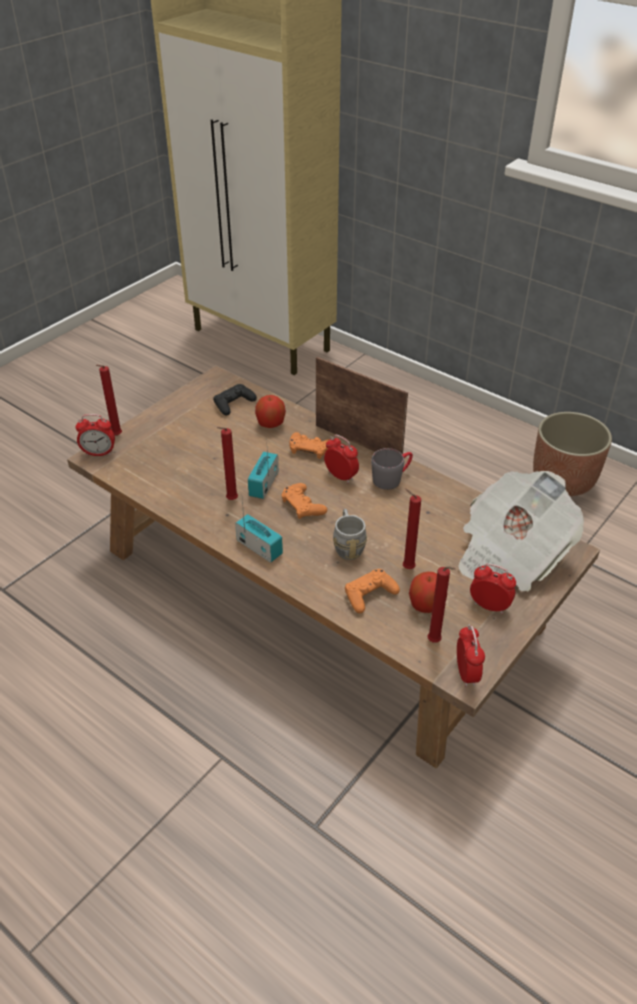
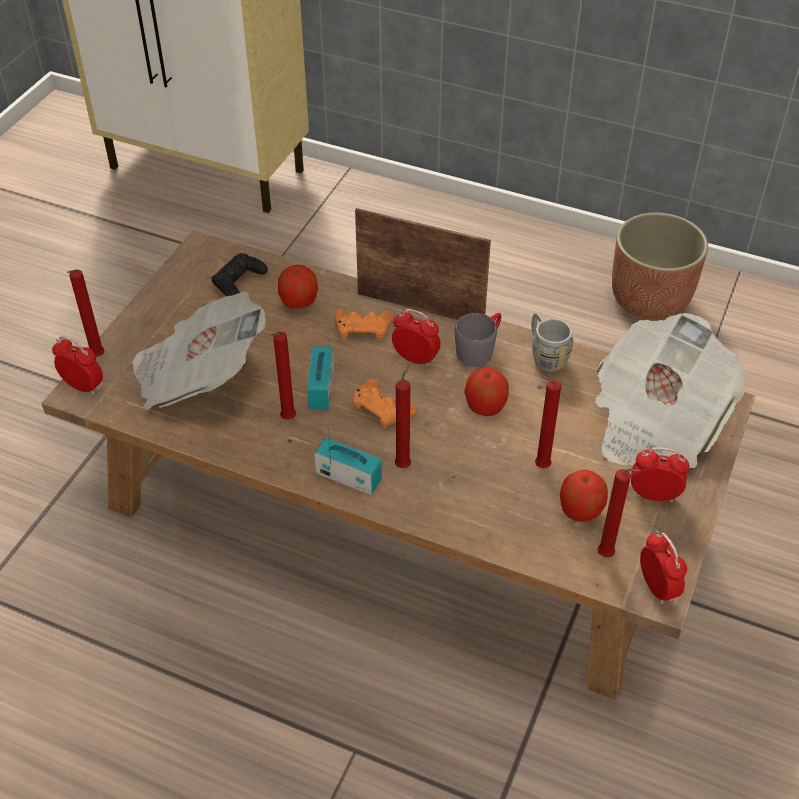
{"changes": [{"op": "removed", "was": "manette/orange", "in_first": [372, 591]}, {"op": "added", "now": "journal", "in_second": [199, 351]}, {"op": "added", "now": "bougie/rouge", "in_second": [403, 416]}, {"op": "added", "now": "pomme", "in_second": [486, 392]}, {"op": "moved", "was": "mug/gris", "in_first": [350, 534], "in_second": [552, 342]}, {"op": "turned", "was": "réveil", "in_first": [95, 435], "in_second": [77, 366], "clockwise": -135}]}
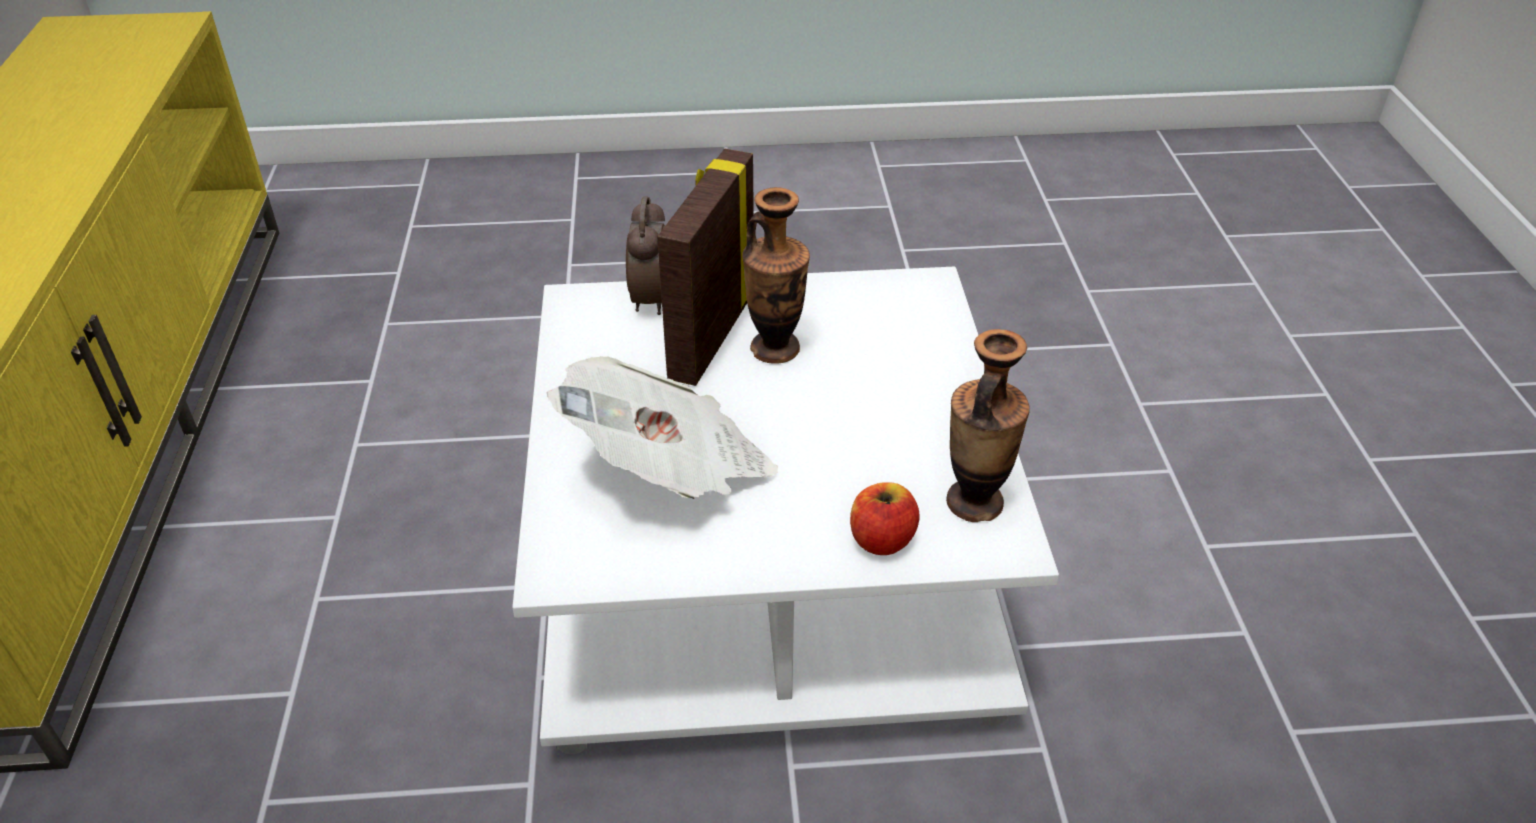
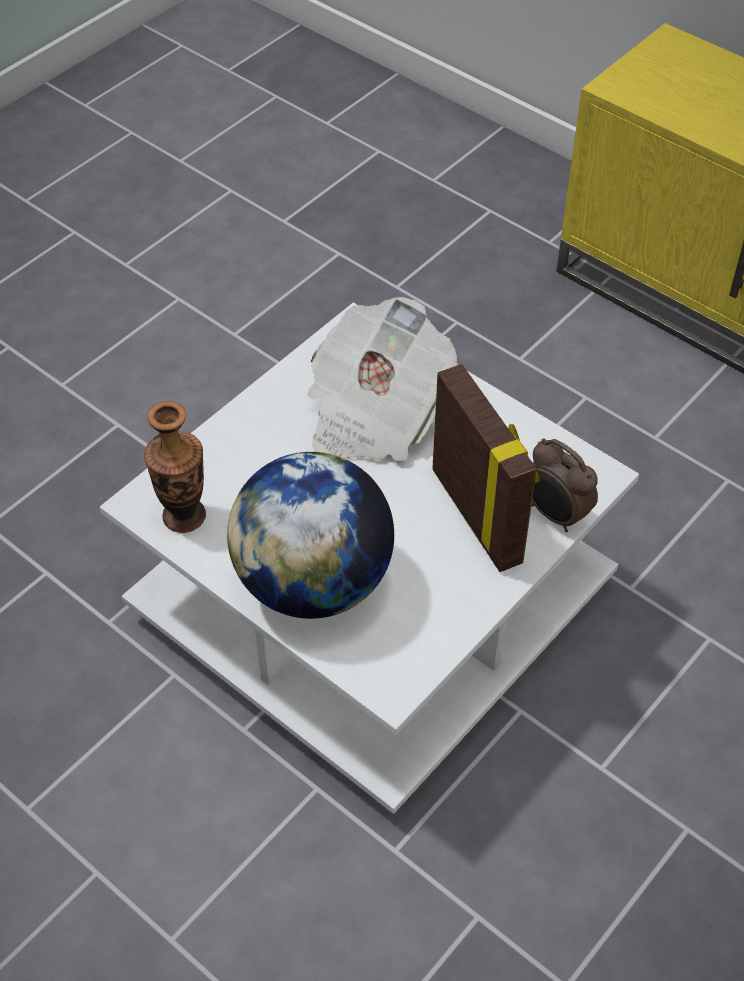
{"changes": [{"op": "removed", "was": "vase", "in_first": [776, 275]}, {"op": "removed", "was": "pomme", "in_first": [885, 518]}, {"op": "added", "now": "globe", "in_second": [310, 535]}]}
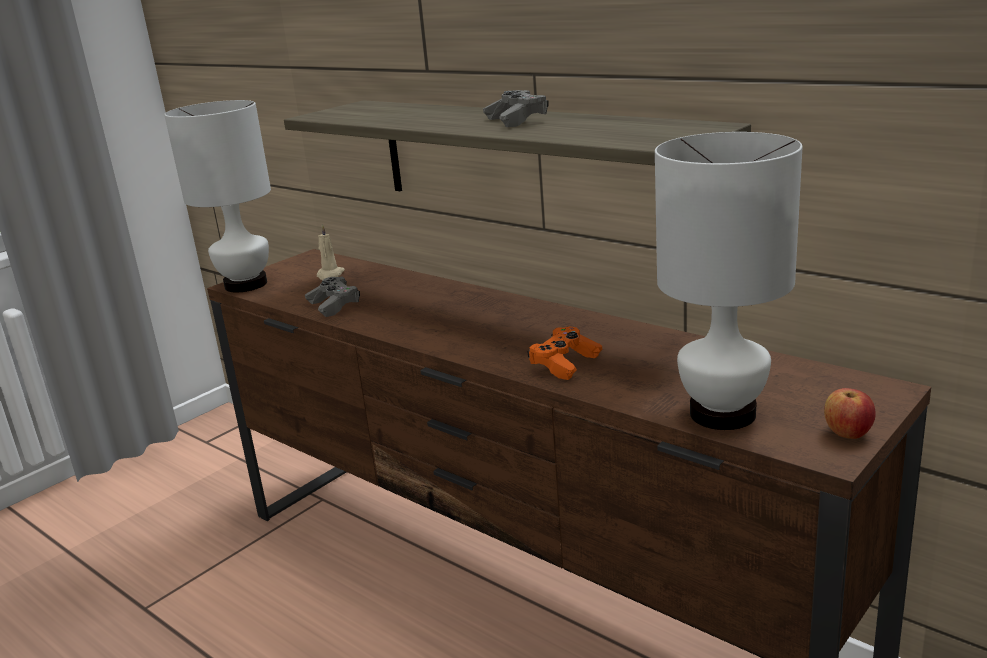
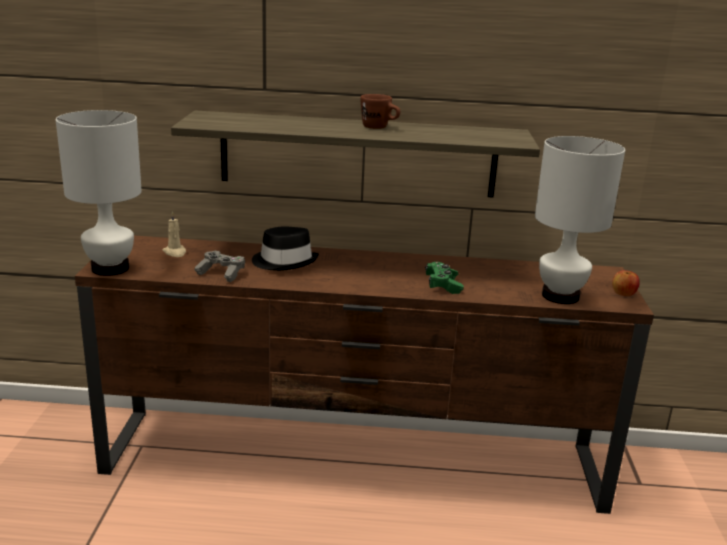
{"changes": [{"op": "added", "now": "chapeau/noir", "in_second": [285, 249]}, {"op": "replaced", "was": "manette/gris", "now": "mug/marron", "in_first": [516, 108], "in_second": [380, 111]}, {"op": "recoloured", "was": "manette/orange", "now": "manette/vert", "in_first": [564, 353], "in_second": [444, 278]}]}
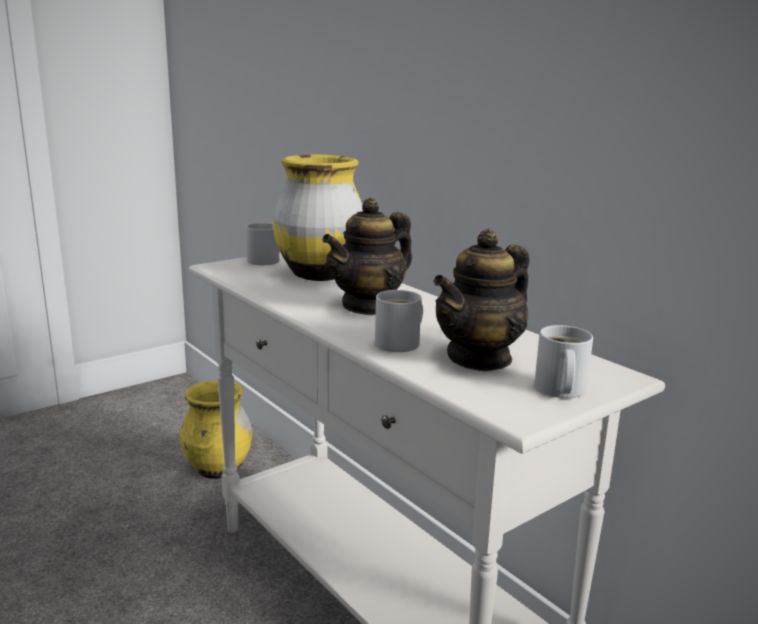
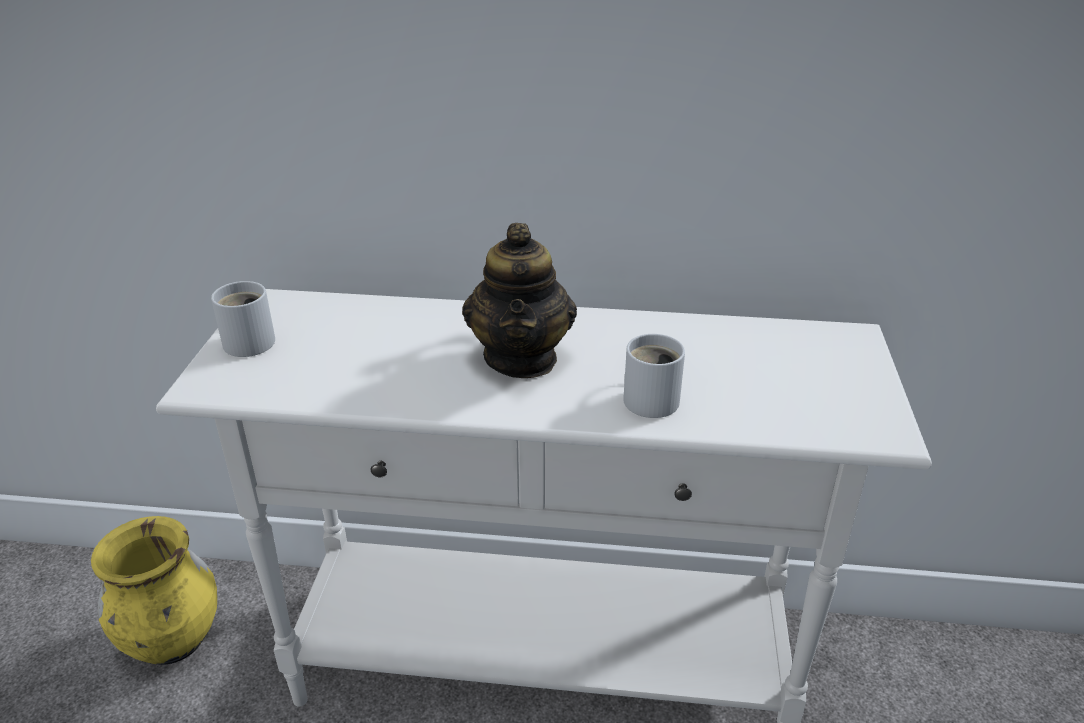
{"changes": [{"op": "removed", "was": "vase/jaune", "in_first": [318, 218]}, {"op": "removed", "was": "théière", "in_first": [481, 300]}, {"op": "removed", "was": "mug/blanc", "in_first": [563, 361]}]}
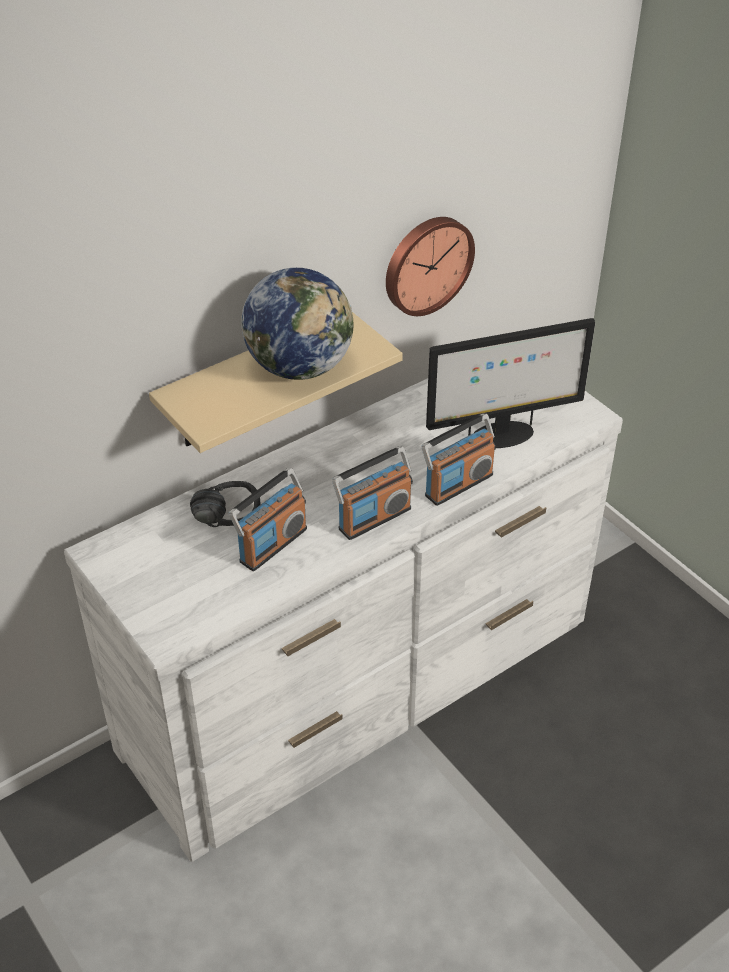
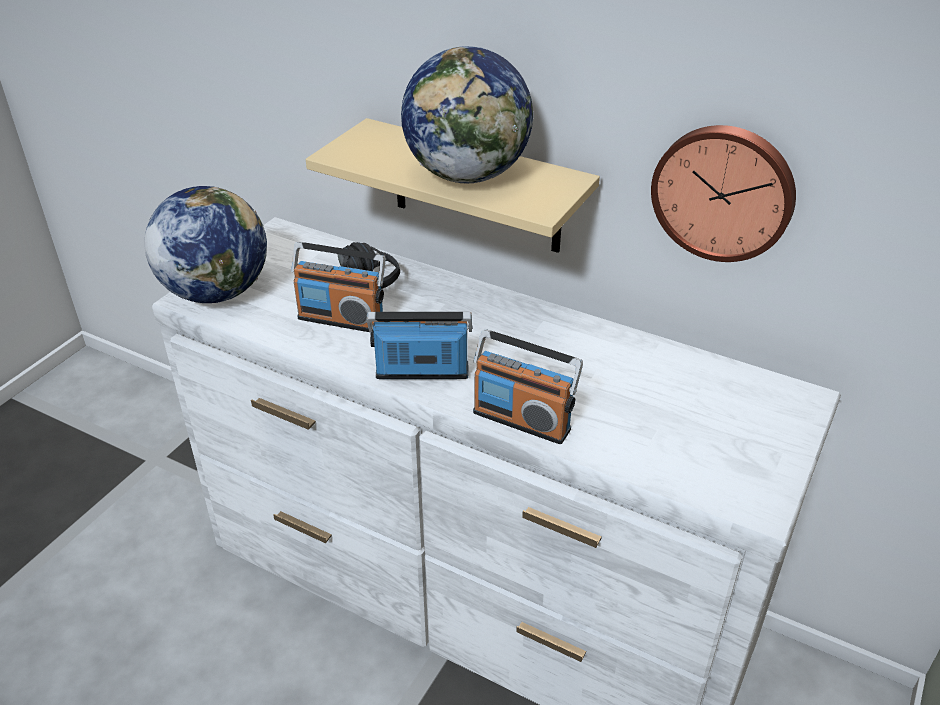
{"changes": [{"op": "removed", "was": "écran d'ordinateur", "in_first": [510, 383]}, {"op": "added", "now": "globe", "in_second": [205, 244]}, {"op": "turned", "was": "radio", "in_first": [372, 493], "in_second": [420, 345], "clockwise": 150}]}
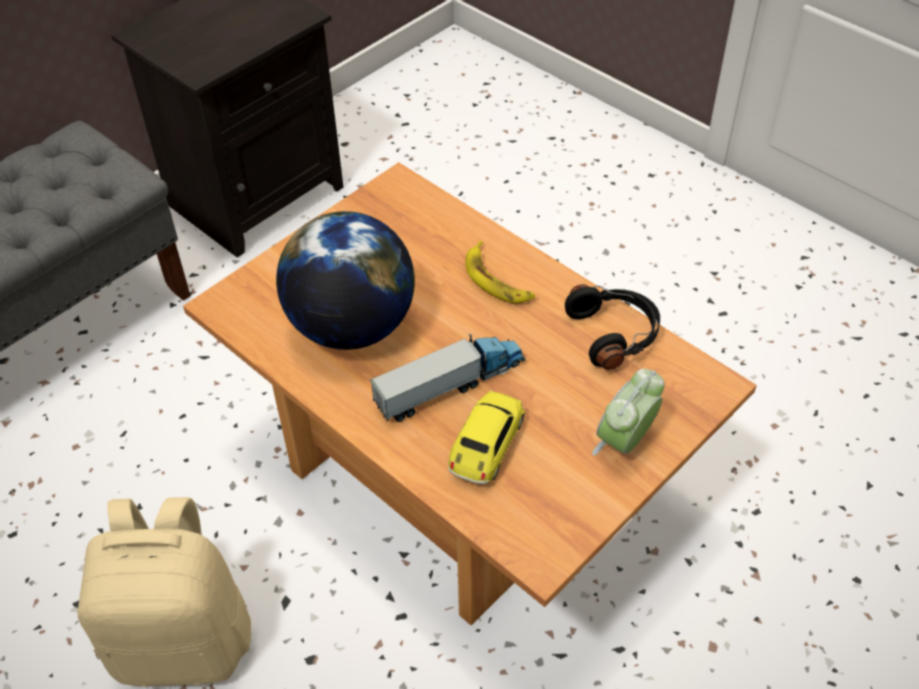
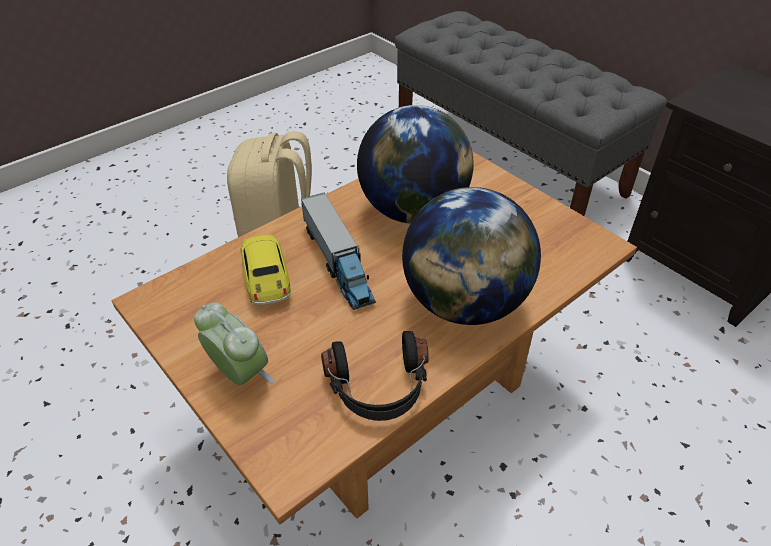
{"changes": [{"op": "replaced", "was": "banane", "now": "globe", "in_first": [500, 272], "in_second": [471, 256]}, {"op": "turned", "was": "petite voiture", "in_first": [486, 437], "in_second": [265, 269], "clockwise": -135}]}
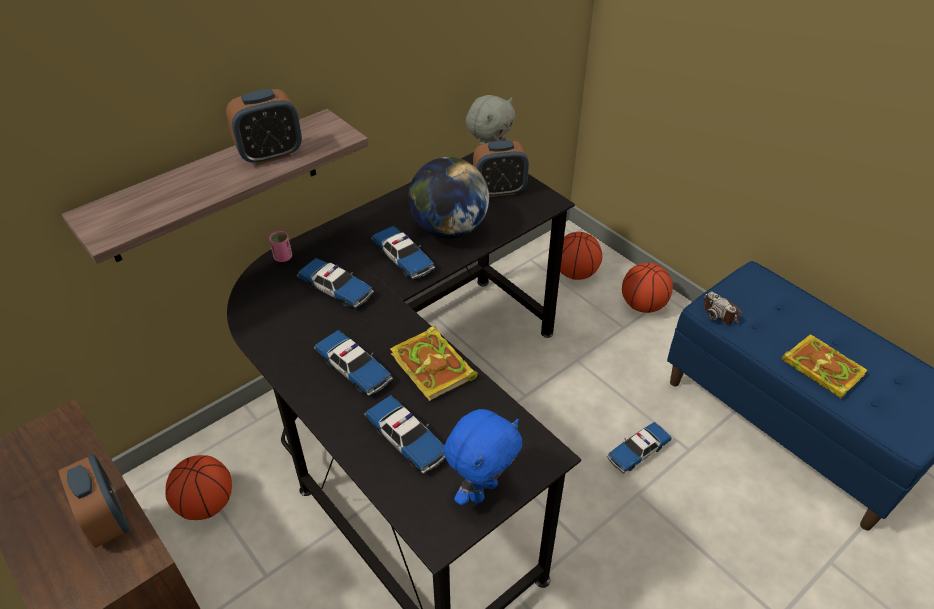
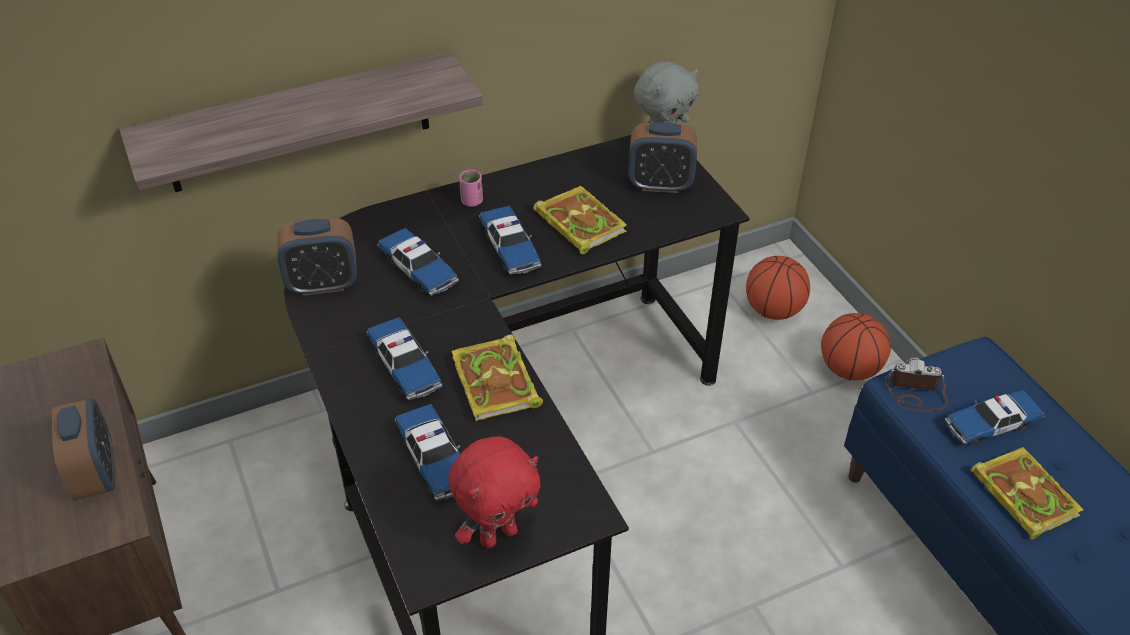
{"changes": [{"op": "removed", "was": "ballon de basket", "in_first": [198, 487]}, {"op": "moved", "was": "réveil", "in_first": [264, 127], "in_second": [317, 257]}, {"op": "moved", "was": "tasse/rose", "in_first": [280, 246], "in_second": [471, 188]}, {"op": "moved", "was": "petite voiture", "in_first": [639, 448], "in_second": [995, 417]}, {"op": "replaced", "was": "globe", "now": "livre", "in_first": [448, 198], "in_second": [580, 220]}, {"op": "recoloured", "was": "peluche/bleu", "now": "peluche/rouge", "in_first": [483, 457], "in_second": [494, 492]}, {"op": "turned", "was": "appareil photo", "in_first": [722, 308], "in_second": [917, 384], "clockwise": 120}]}
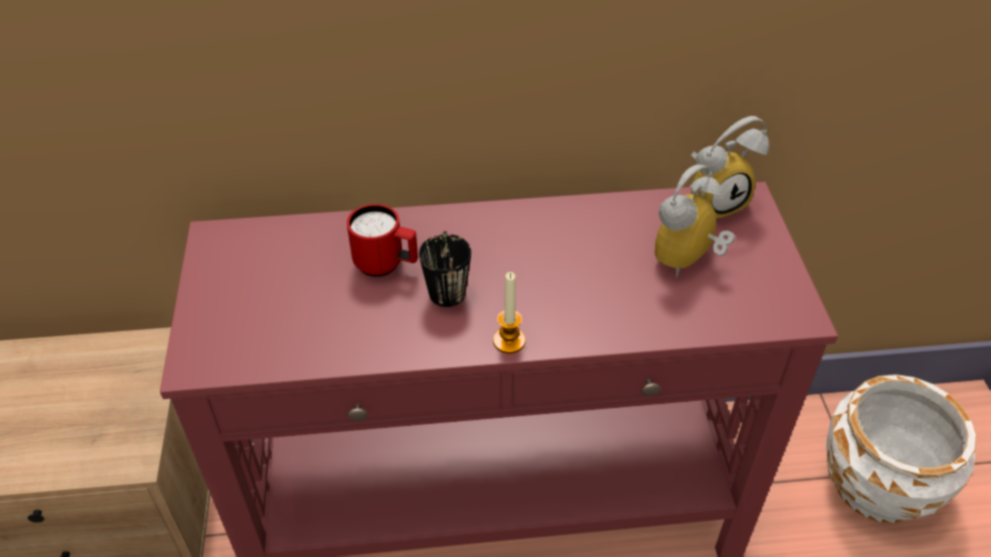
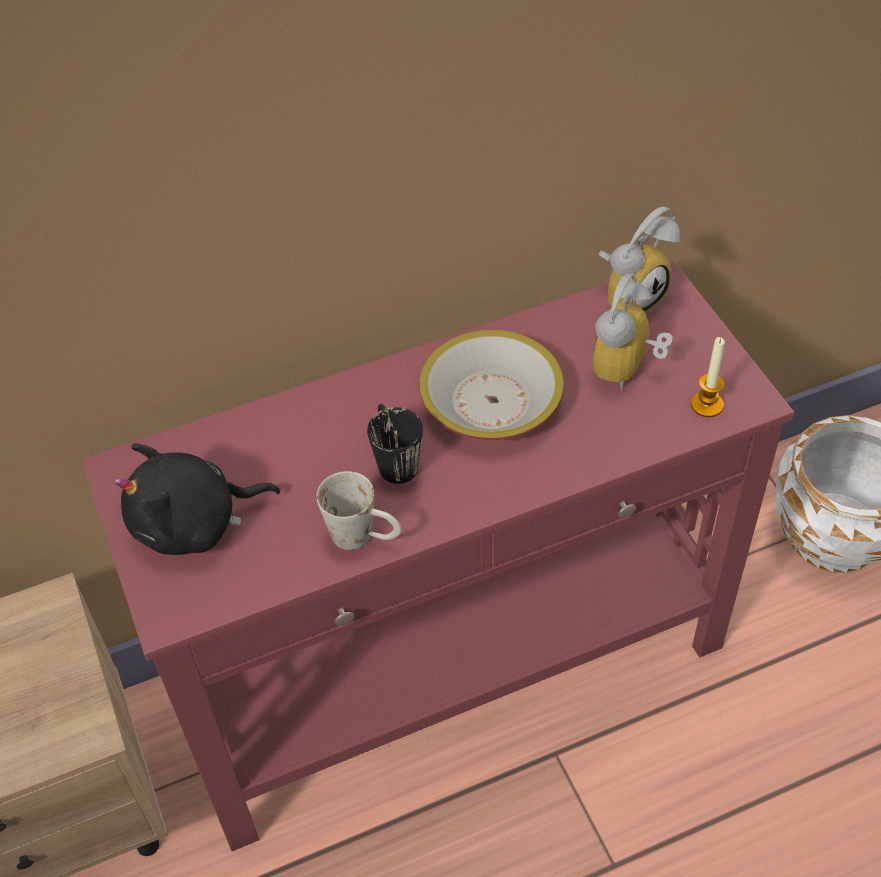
{"changes": [{"op": "removed", "was": "mug/rouge", "in_first": [382, 240]}, {"op": "added", "now": "peluche/noir", "in_second": [197, 499]}, {"op": "added", "now": "mug/blanc", "in_second": [359, 510]}, {"op": "added", "now": "bol", "in_second": [491, 385]}, {"op": "moved", "was": "bougie", "in_first": [509, 313], "in_second": [708, 377]}]}
